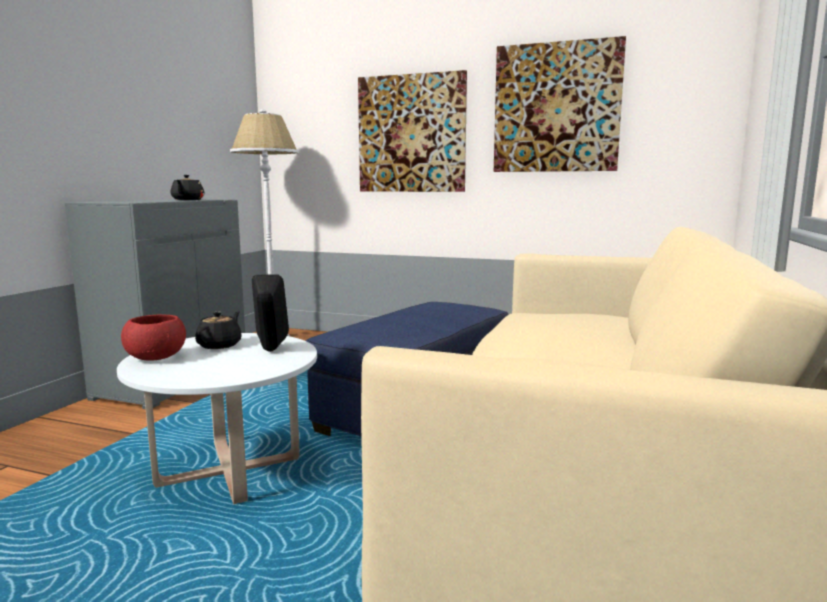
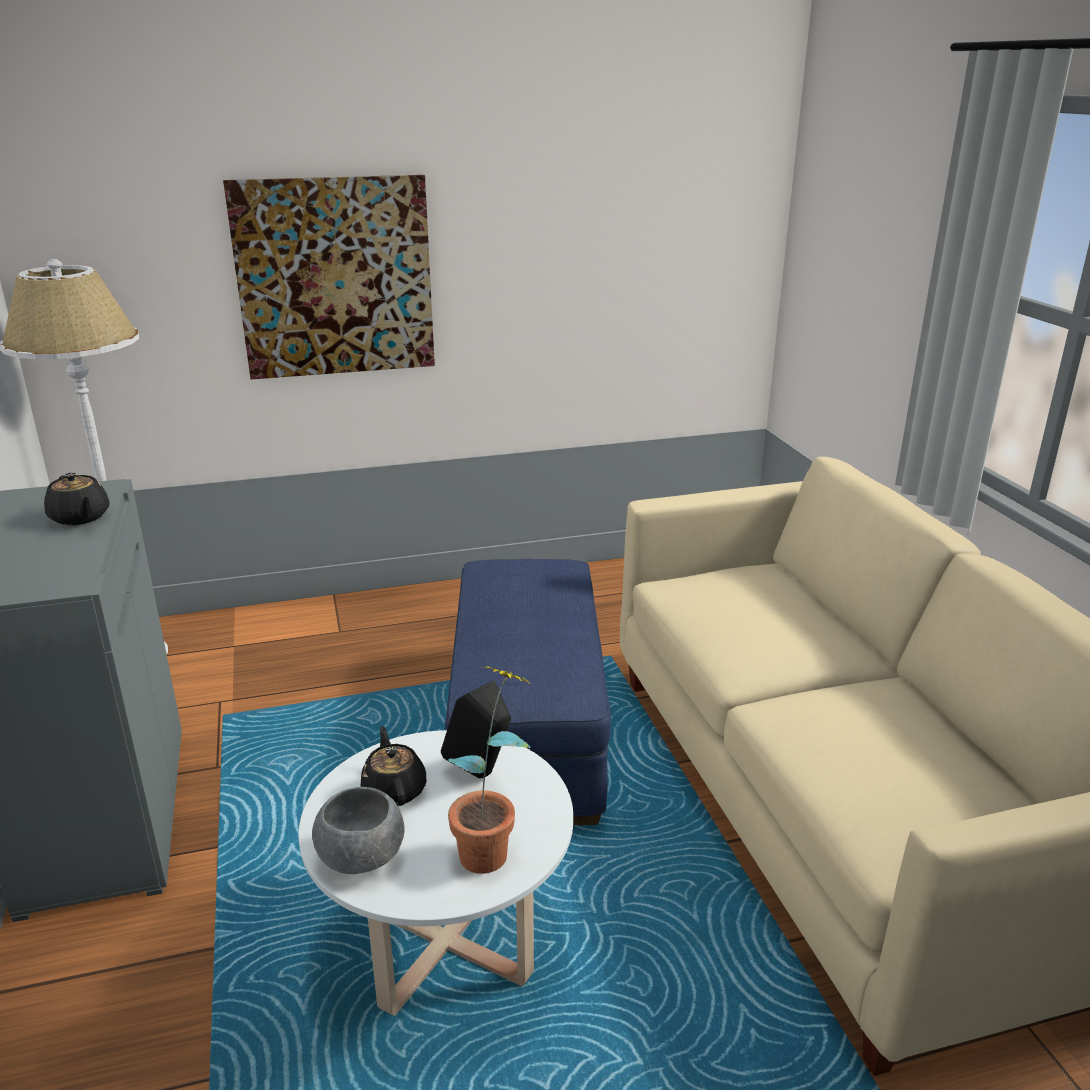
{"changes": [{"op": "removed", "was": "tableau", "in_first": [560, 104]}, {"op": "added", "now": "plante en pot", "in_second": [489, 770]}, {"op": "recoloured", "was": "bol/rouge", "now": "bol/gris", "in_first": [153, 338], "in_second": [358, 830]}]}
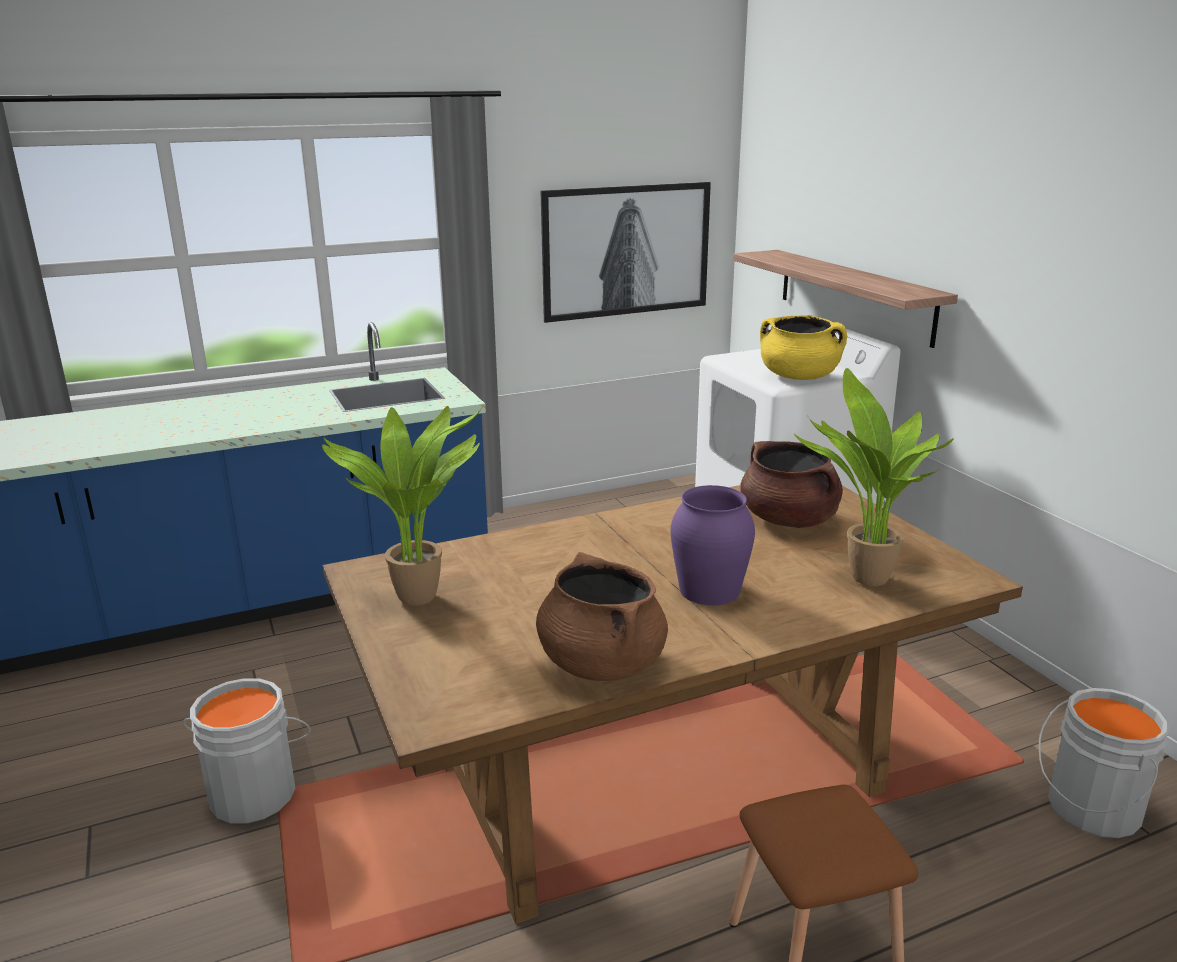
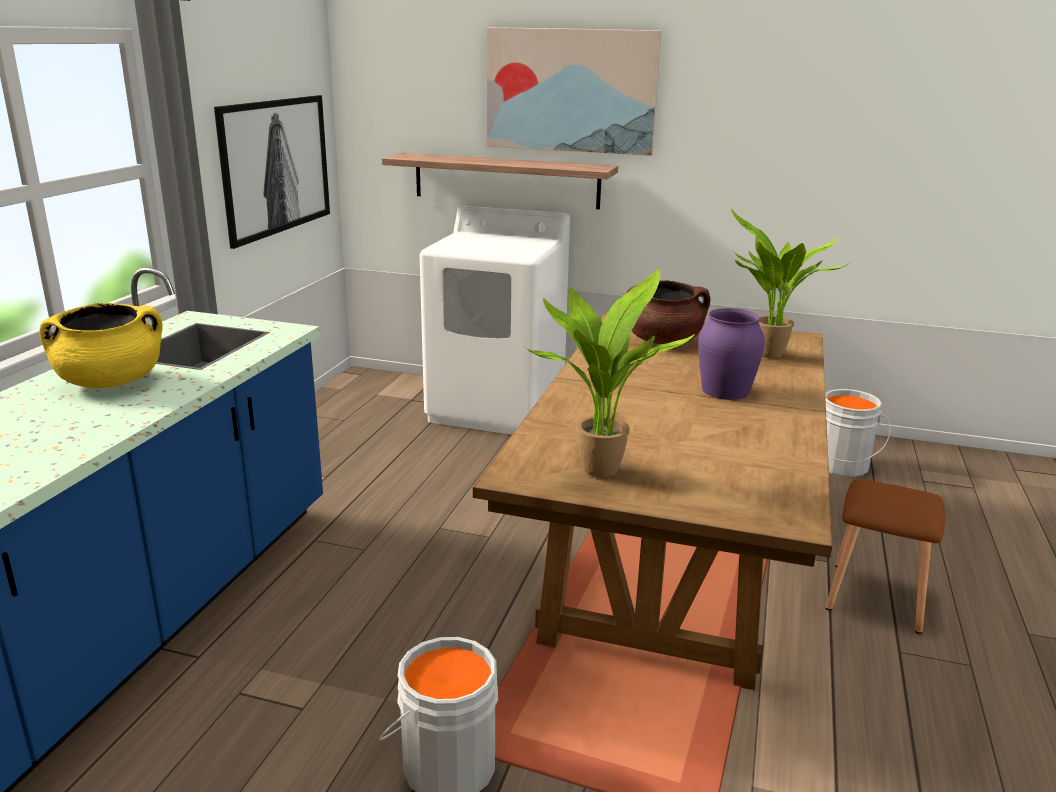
{"changes": [{"op": "removed", "was": "marmite/marron", "in_first": [602, 616]}, {"op": "added", "now": "tableau", "in_second": [574, 91]}, {"op": "moved", "was": "marmite/jaune", "in_first": [803, 347], "in_second": [101, 345]}]}
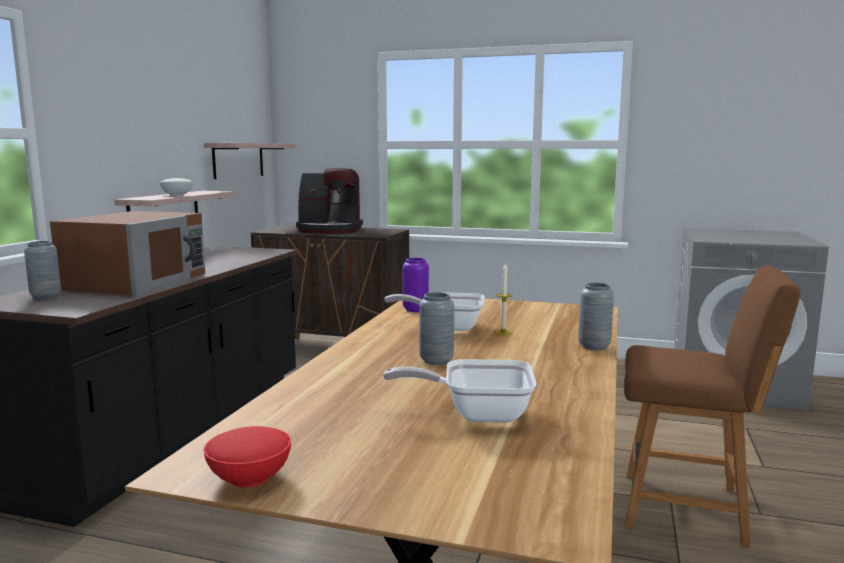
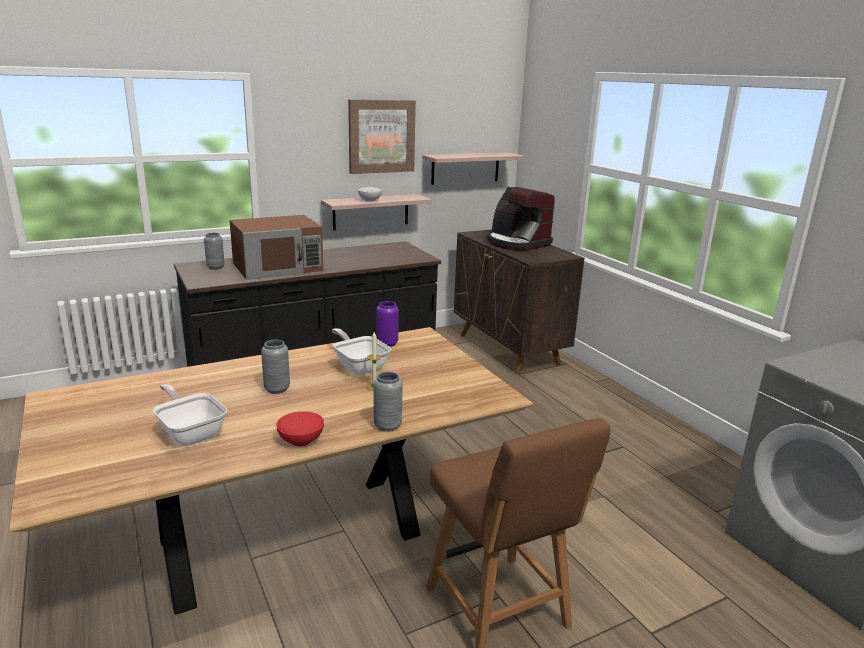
{"changes": [{"op": "added", "now": "tableau", "in_second": [382, 137]}, {"op": "moved", "was": "bol/rouge", "in_first": [247, 457], "in_second": [300, 428]}]}
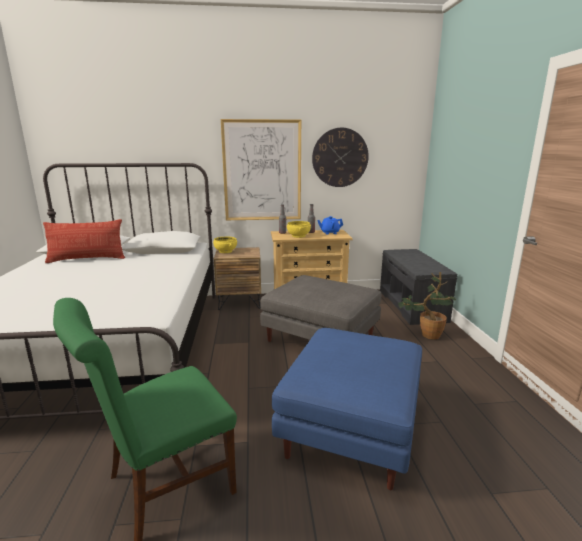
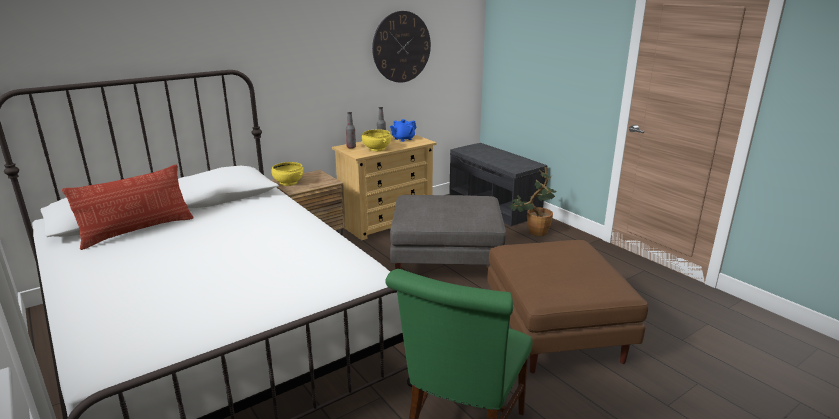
{"changes": [{"op": "removed", "was": "tableau", "in_first": [261, 169]}, {"op": "recoloured", "was": "pouf/bleu", "now": "pouf/marron", "in_first": [347, 409], "in_second": [568, 306]}]}
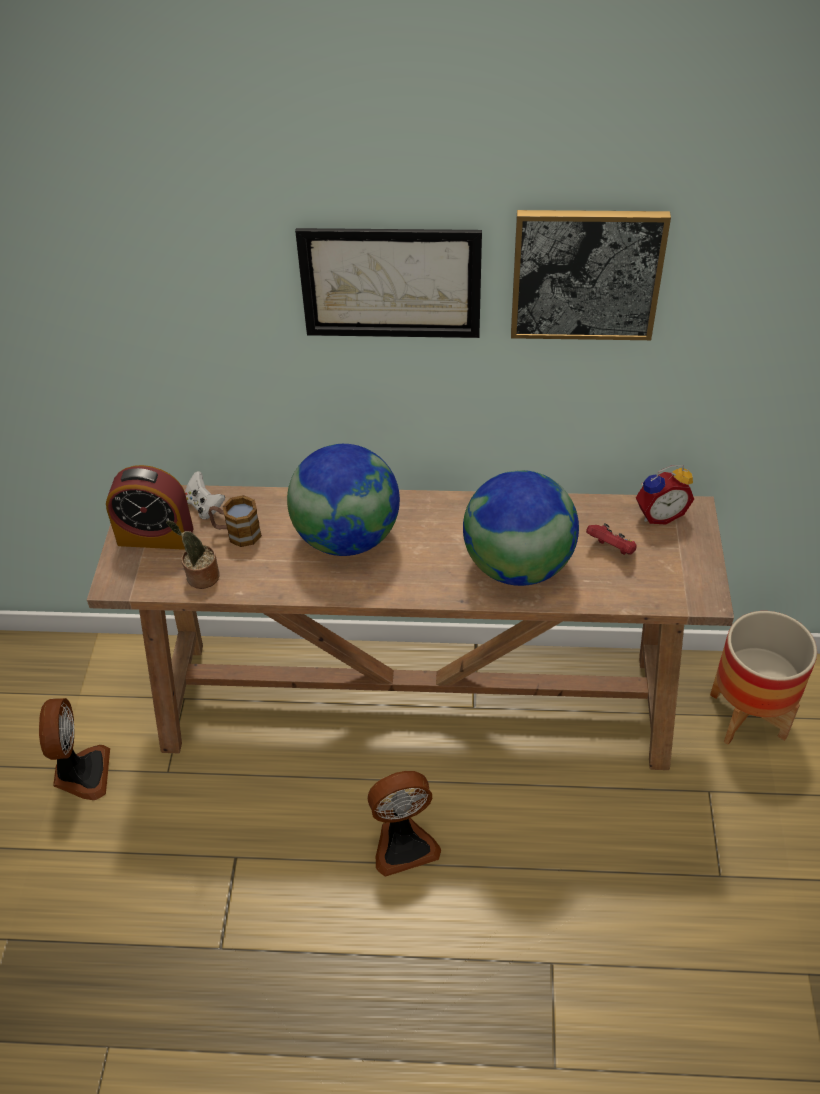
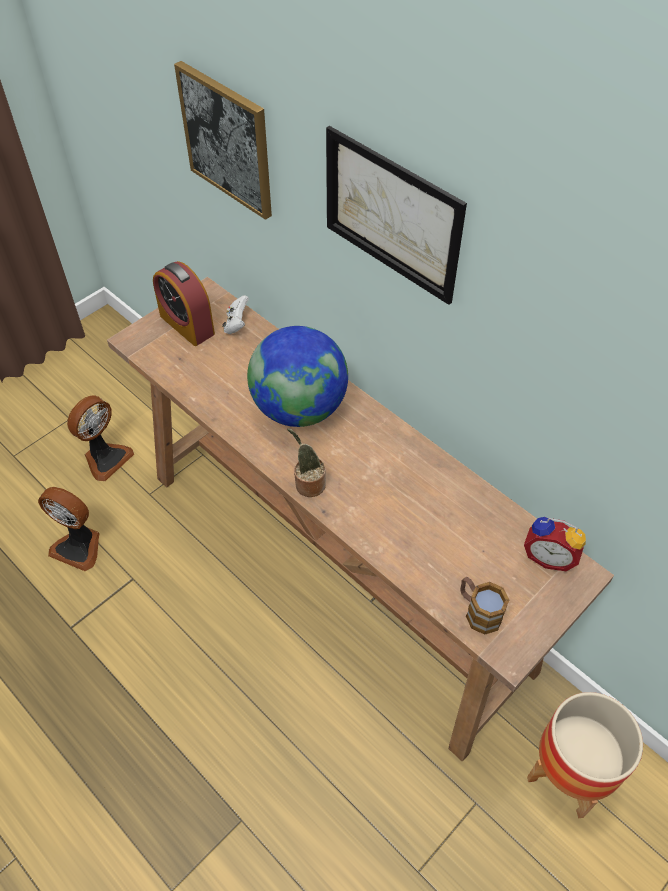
{"changes": [{"op": "removed", "was": "globe", "in_first": [521, 528]}, {"op": "removed", "was": "manette/rouge", "in_first": [611, 539]}, {"op": "moved", "was": "plante en pot", "in_first": [193, 554], "in_second": [306, 463]}, {"op": "moved", "was": "mug", "in_first": [235, 521], "in_second": [484, 606]}, {"op": "moved", "was": "ventilateur", "in_first": [404, 824], "in_second": [68, 529]}, {"op": "moved", "was": "tableau", "in_first": [591, 275], "in_second": [223, 140]}]}
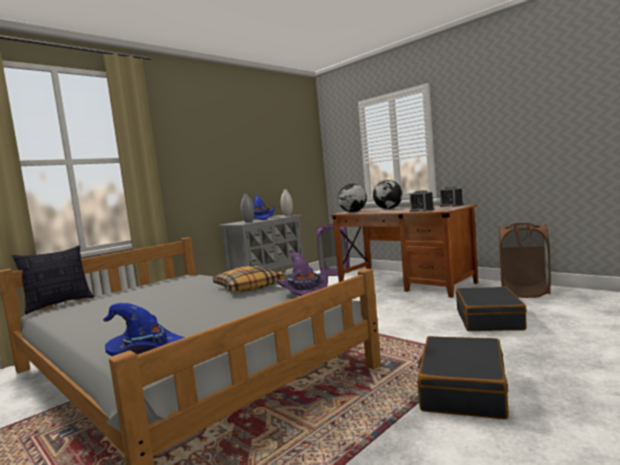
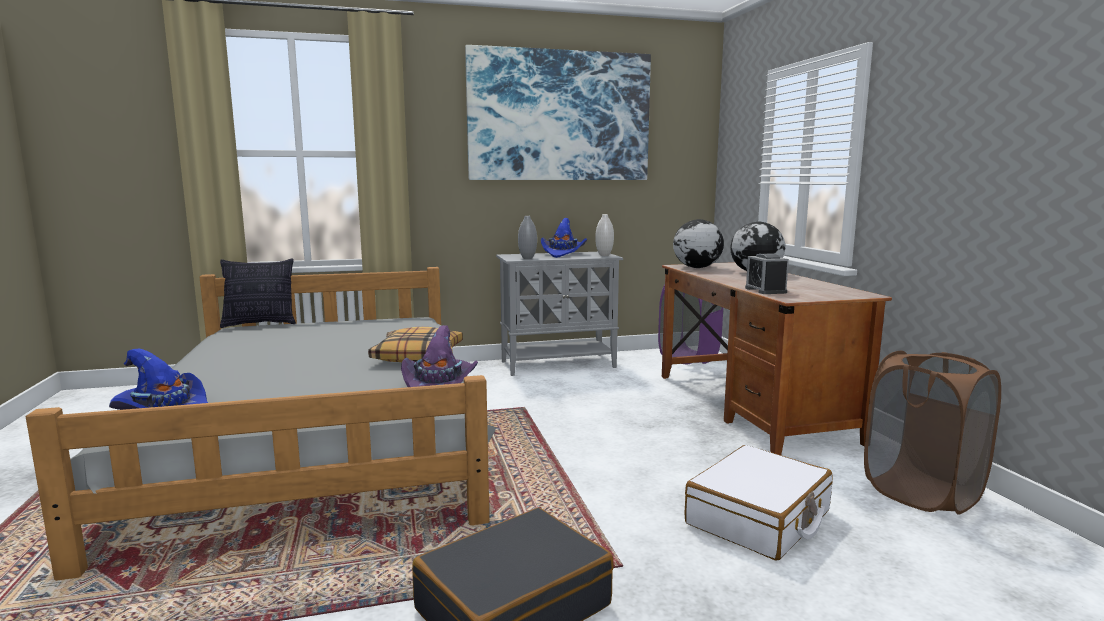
{"changes": [{"op": "removed", "was": "réveil", "in_first": [452, 196]}, {"op": "added", "now": "tableau", "in_second": [558, 112]}, {"op": "recoloured", "was": "valise/noir", "now": "valise/blanc", "in_first": [491, 308], "in_second": [758, 502]}]}
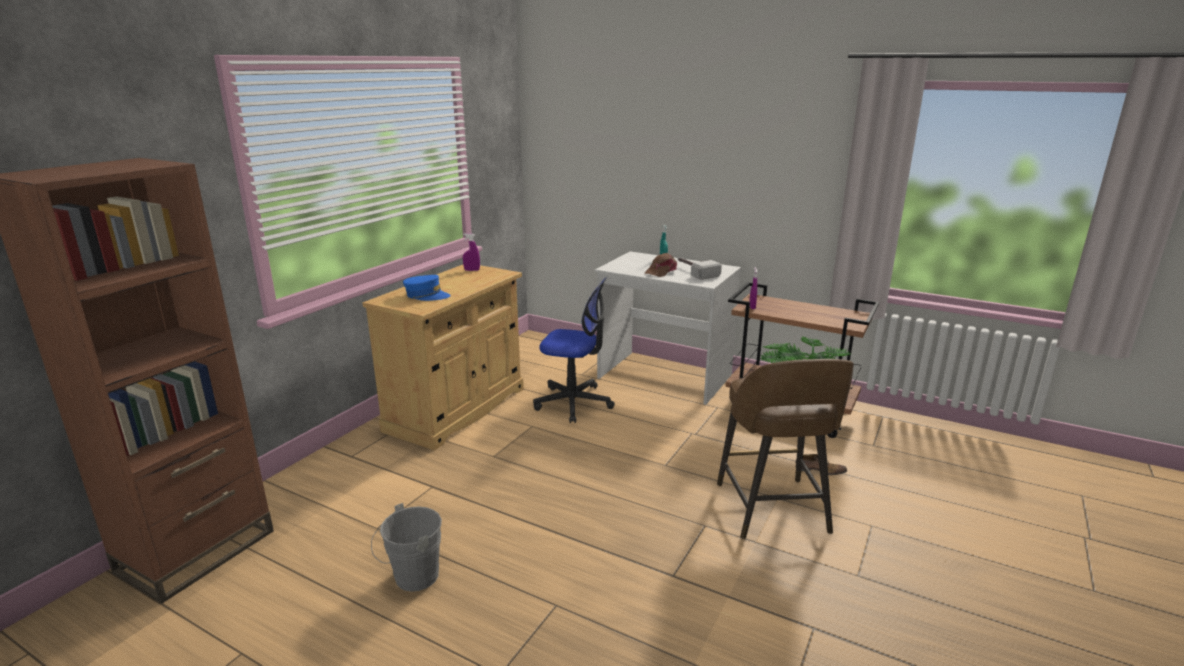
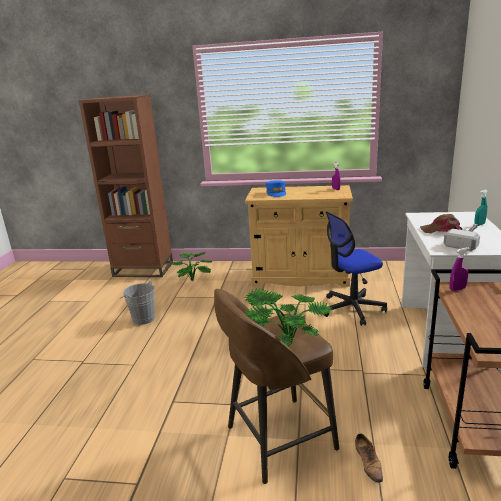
{"changes": [{"op": "added", "now": "plante en pot", "in_second": [192, 266]}, {"op": "turned", "was": "chaise de bureau", "in_first": [574, 350], "in_second": [355, 268], "clockwise": 75}]}
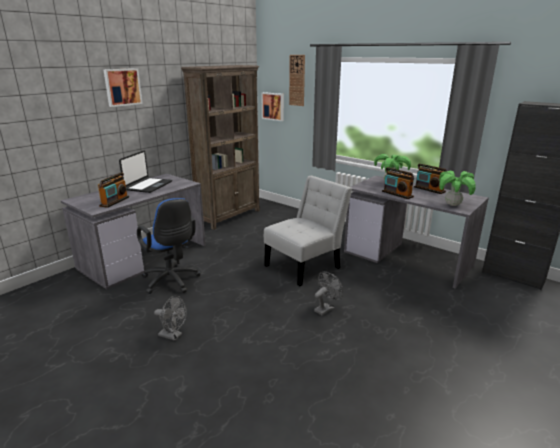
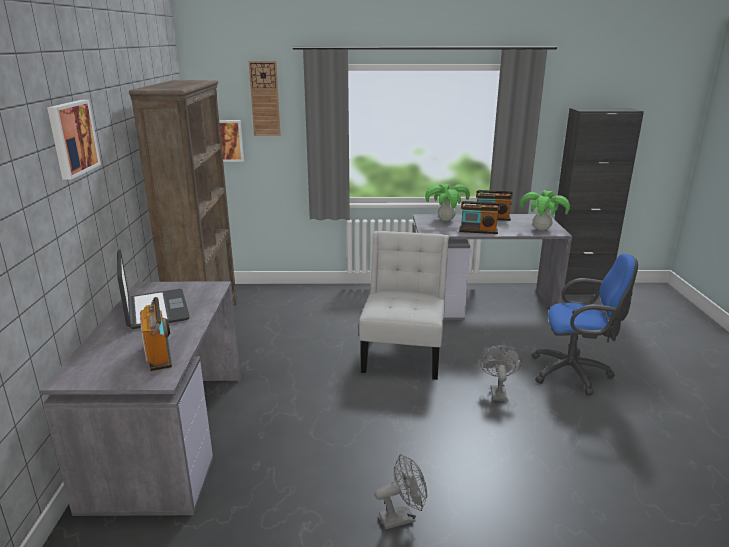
{"changes": [{"op": "moved", "was": "chaise de bureau/bleu", "in_first": [168, 246], "in_second": [585, 325]}]}
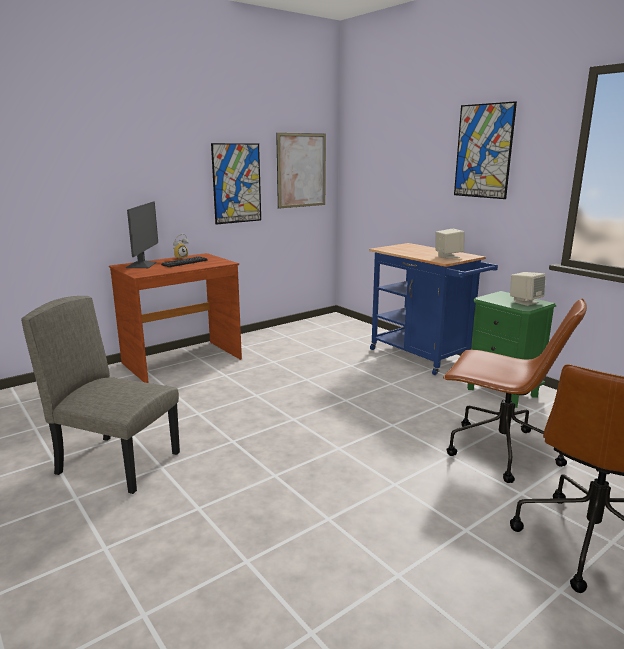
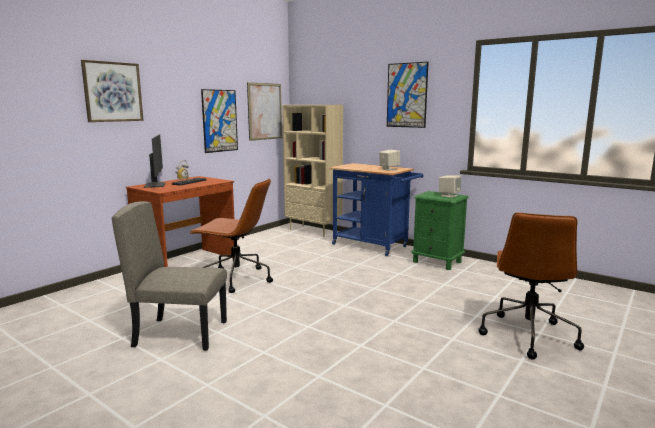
{"changes": [{"op": "added", "now": "tableau", "in_second": [112, 91]}, {"op": "added", "now": "bibliothèque/beige", "in_second": [312, 171]}, {"op": "moved", "was": "chaise de bureau/marron", "in_first": [515, 390], "in_second": [231, 235]}]}
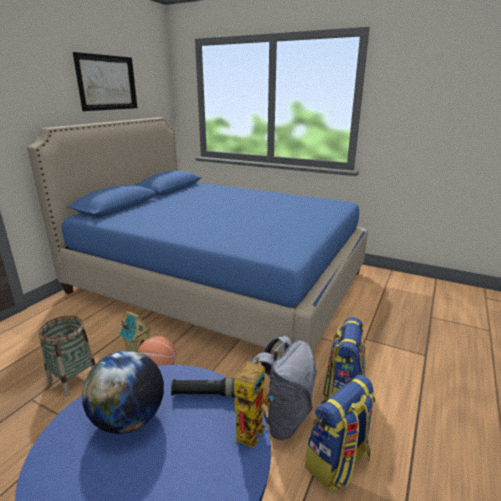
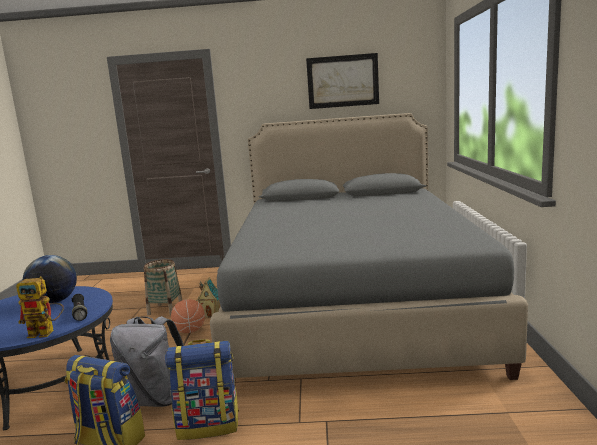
{"changes": [{"op": "recoloured", "was": "lit/bleu", "now": "lit/gris", "in_first": [197, 235], "in_second": [369, 246]}]}
